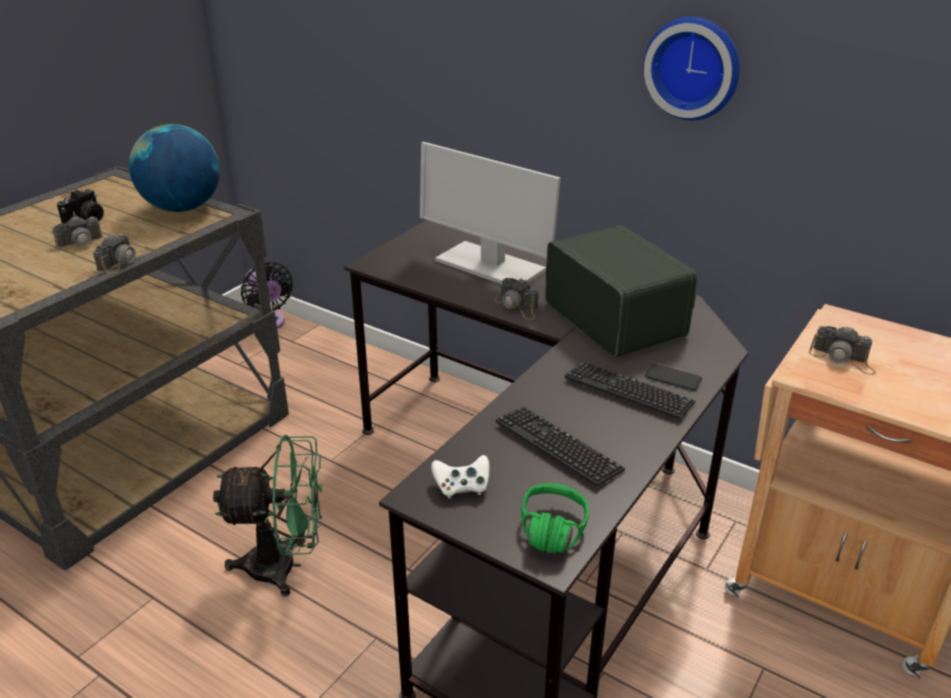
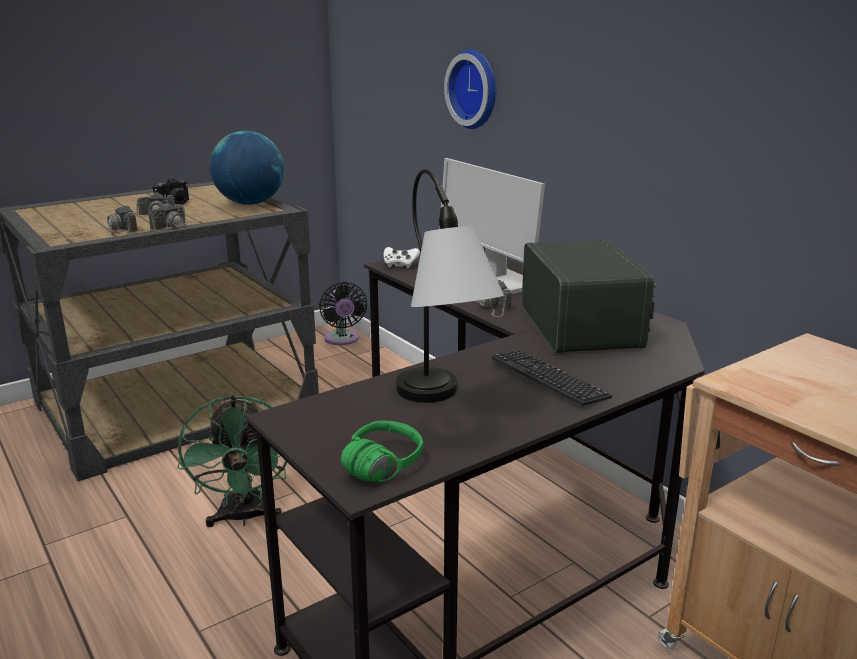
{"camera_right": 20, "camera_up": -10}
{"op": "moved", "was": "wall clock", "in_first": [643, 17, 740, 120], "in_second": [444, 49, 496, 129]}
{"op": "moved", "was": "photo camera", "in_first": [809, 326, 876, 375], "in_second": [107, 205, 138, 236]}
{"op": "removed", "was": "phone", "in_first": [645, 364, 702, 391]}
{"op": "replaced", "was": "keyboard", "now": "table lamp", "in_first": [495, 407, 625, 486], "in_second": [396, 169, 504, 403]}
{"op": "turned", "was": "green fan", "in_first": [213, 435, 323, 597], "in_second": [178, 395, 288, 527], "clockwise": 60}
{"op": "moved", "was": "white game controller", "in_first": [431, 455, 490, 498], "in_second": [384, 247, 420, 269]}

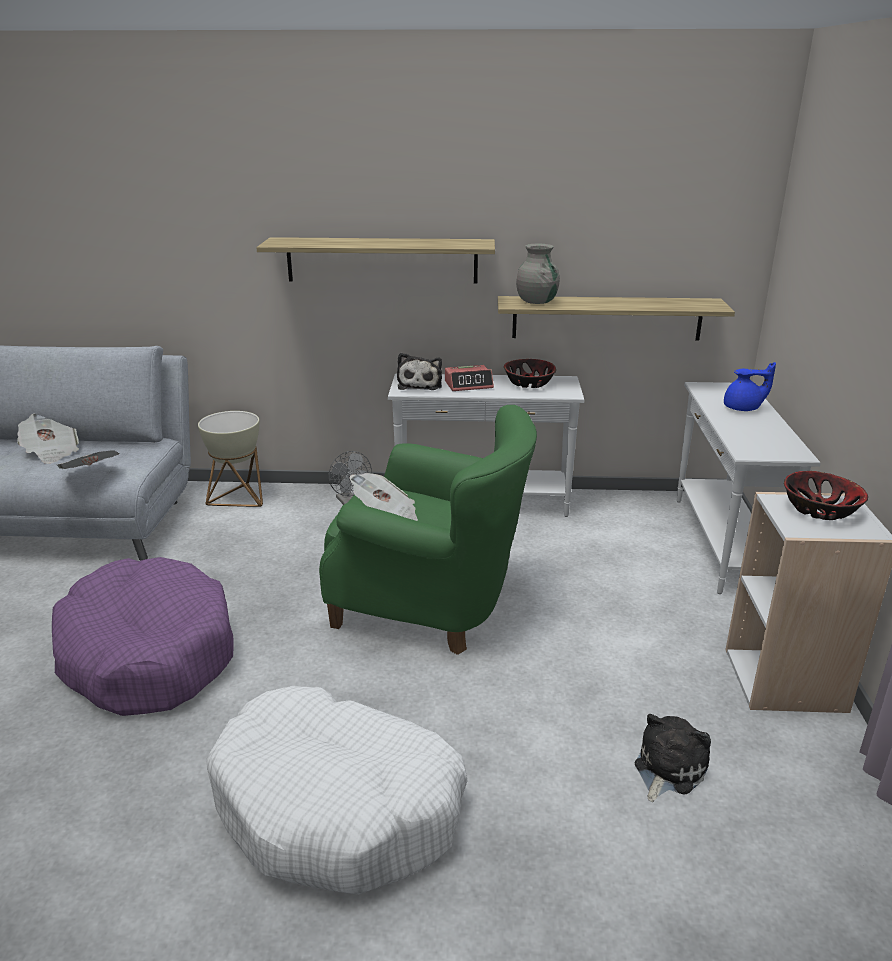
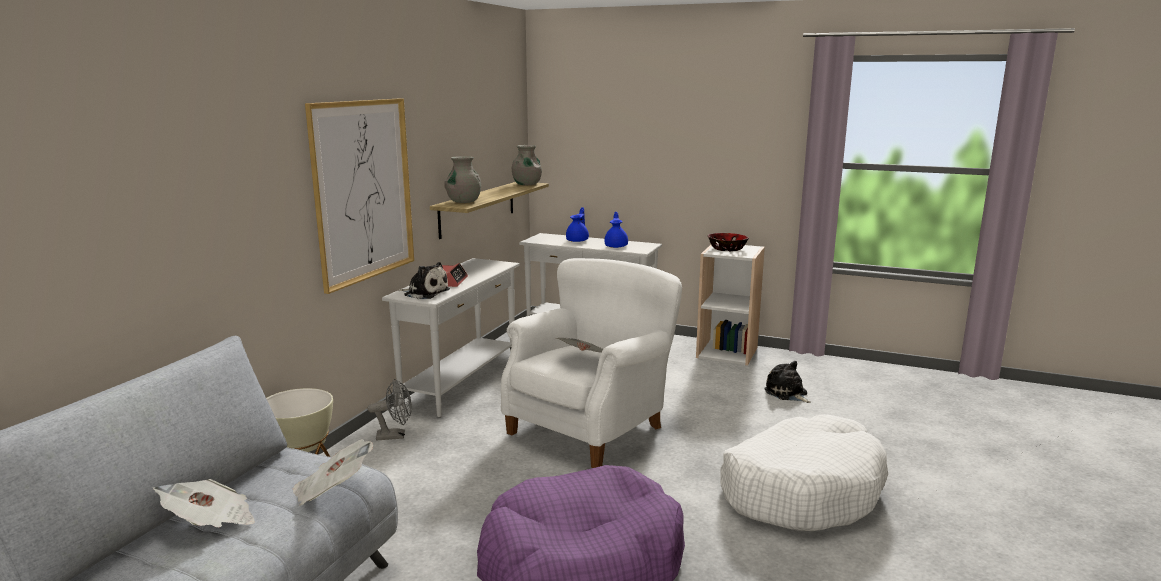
{"camera_right": -70, "camera_up": -10}
{"op": "replaced", "was": "shelf", "now": "picture", "in_first": [256, 237, 495, 283], "in_second": [305, 98, 414, 294]}
{"op": "removed", "was": "bowl", "in_first": [504, 359, 556, 388]}
{"op": "recoloured", "was": "green armchair", "now": "white armchair", "in_first": [319, 405, 537, 655], "in_second": [501, 258, 682, 468]}
{"op": "added", "now": "grey vase", "in_second": [512, 145, 542, 185]}
{"op": "added", "now": "blue teapot", "in_second": [604, 212, 628, 248]}

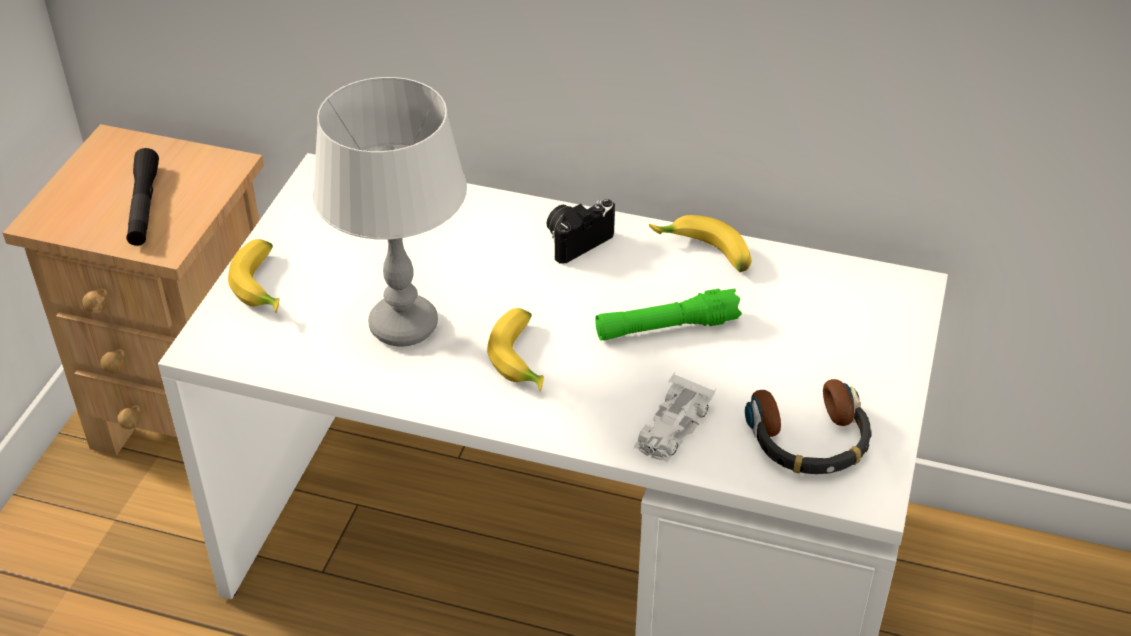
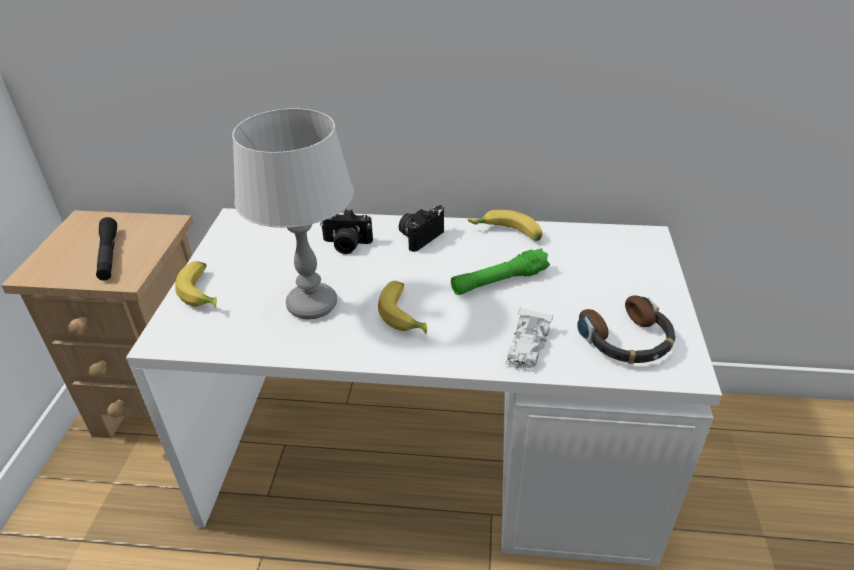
{"camera_right": -10, "camera_up": -5}
{"op": "added", "now": "photo camera", "in_second": [320, 209, 373, 254]}

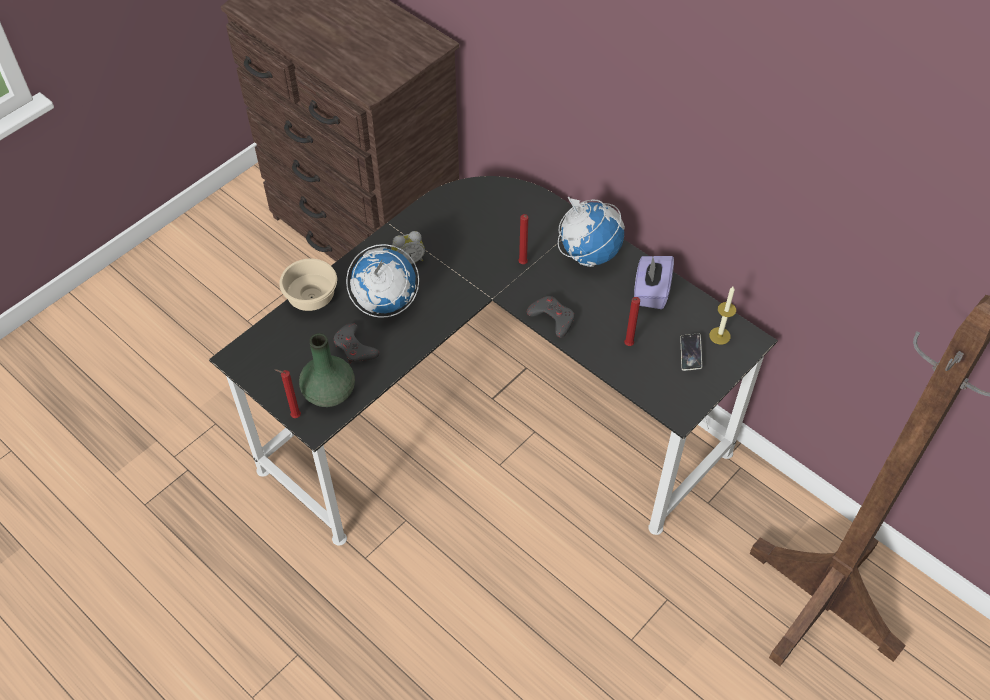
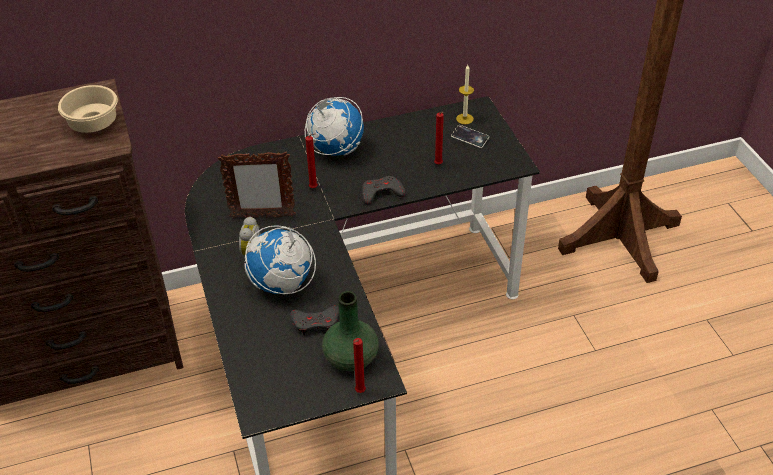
{"camera_right": -60, "camera_up": -10}
{"op": "removed", "was": "purple tissue box", "in_first": [634, 256, 674, 309]}
{"op": "moved", "was": "beige bowl", "in_first": [279, 259, 337, 311], "in_second": [58, 85, 118, 133]}
{"op": "added", "now": "picture frame", "in_second": [218, 152, 296, 219]}

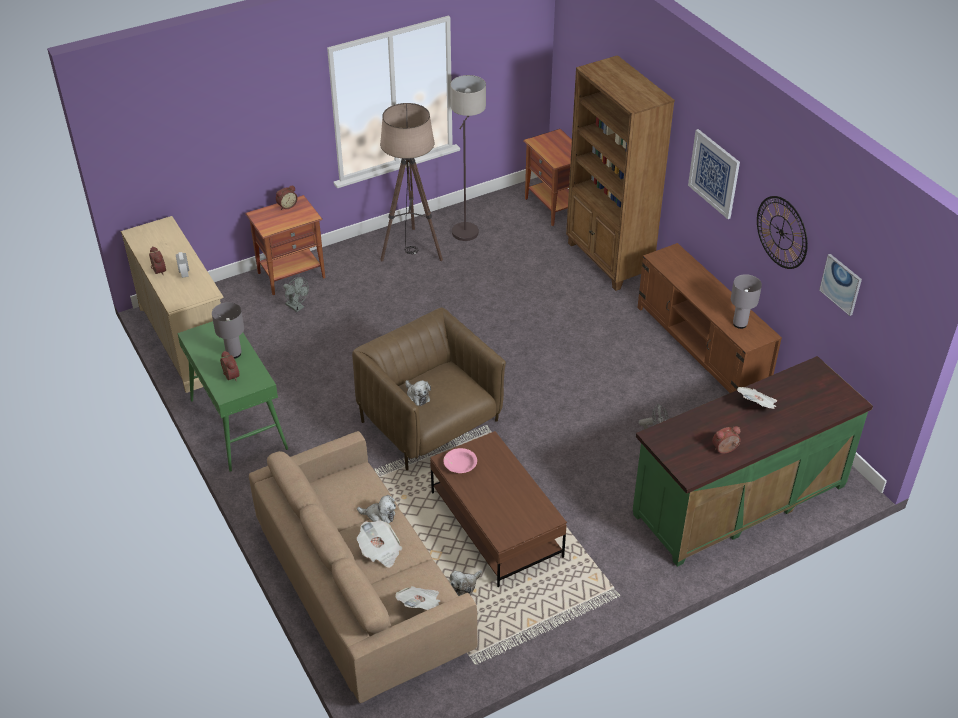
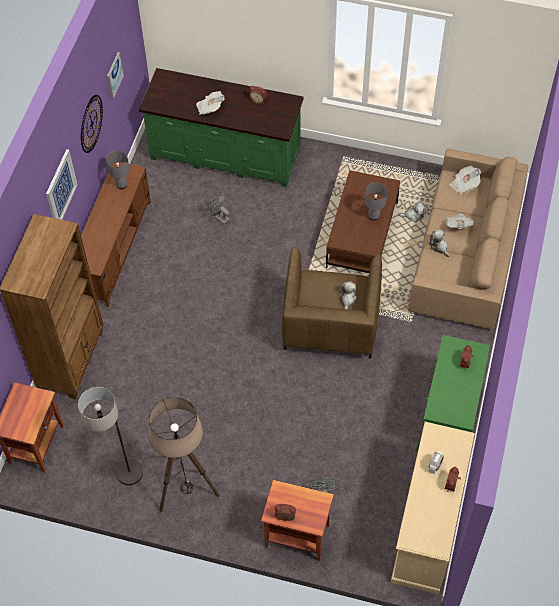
{"camera_right": -135, "camera_up": 15}
{"op": "moved", "was": "grey table lamp", "in_first": [212, 302, 244, 359], "in_second": [365, 183, 387, 220]}
{"op": "removed", "was": "pink bowl", "in_first": [444, 448, 477, 473]}

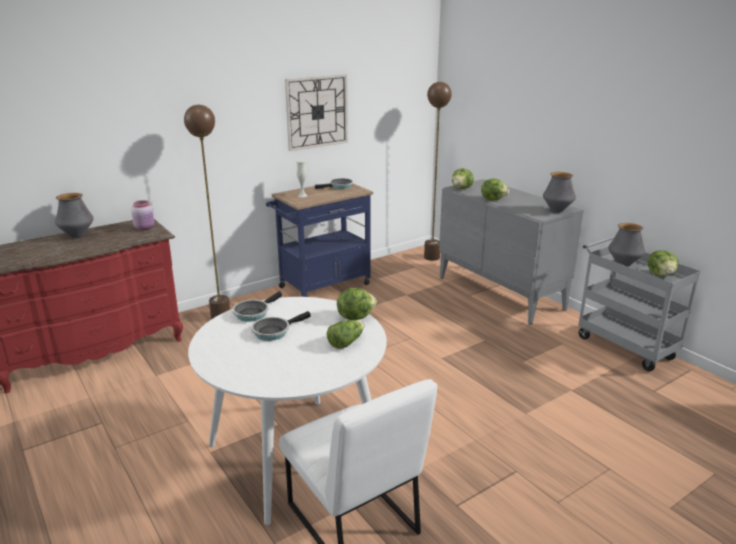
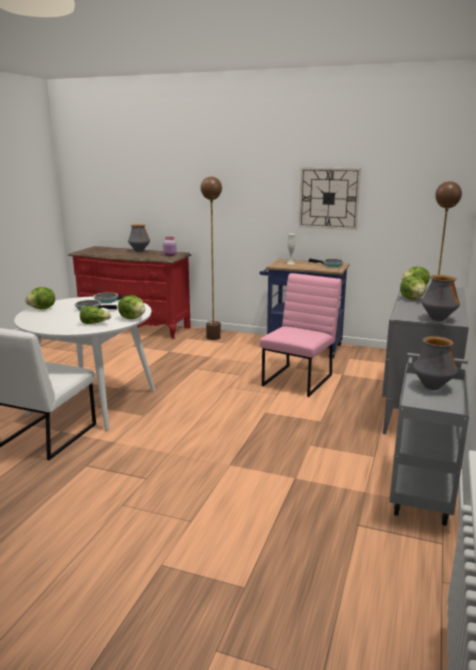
{"camera_right": 55, "camera_up": -5}
{"op": "moved", "was": "lettuce", "in_first": [648, 250, 678, 276], "in_second": [25, 287, 55, 309]}
{"op": "added", "now": "pink chair", "in_second": [260, 273, 342, 397]}

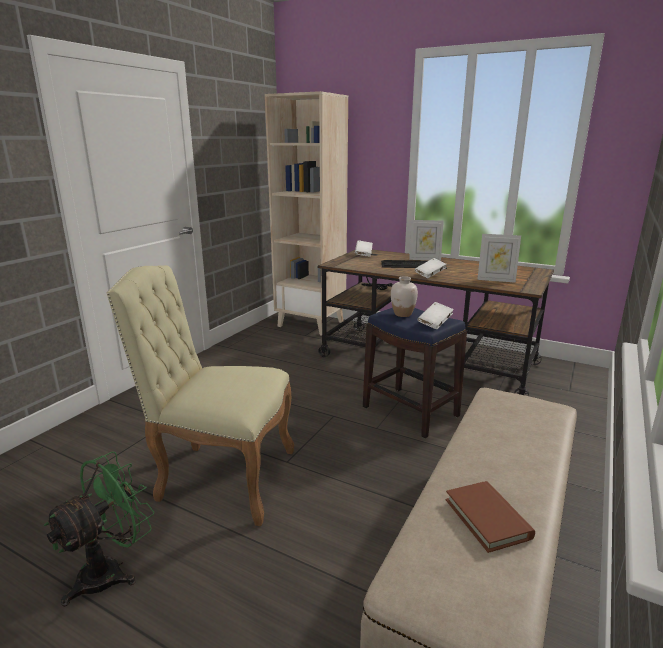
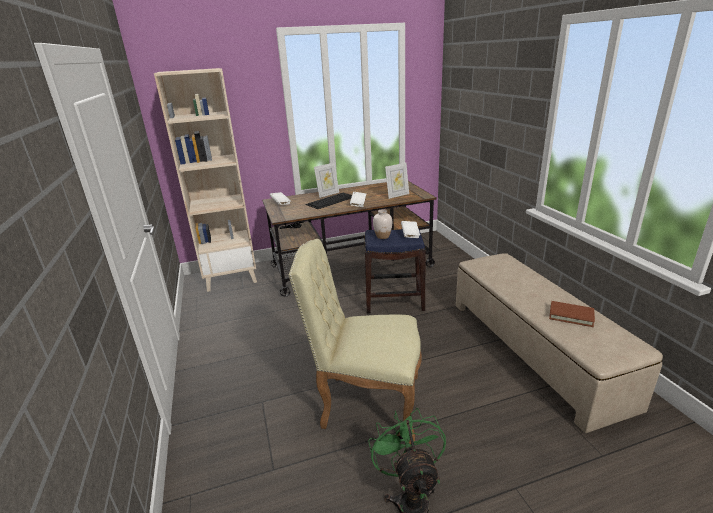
{"camera_right": -45, "camera_up": 5}
{"op": "turned", "was": "beige chair", "in_first": [107, 265, 294, 526], "in_second": [289, 239, 422, 444], "clockwise": 45}

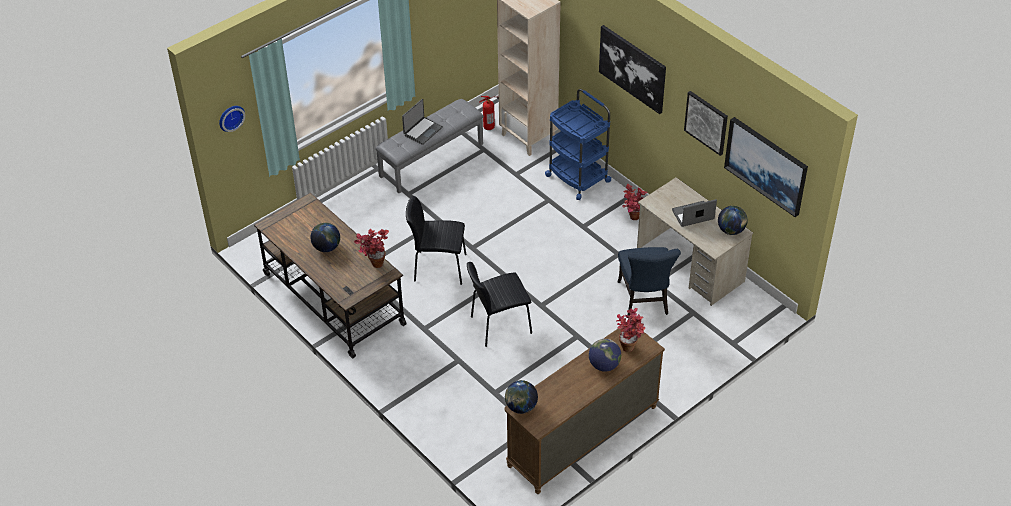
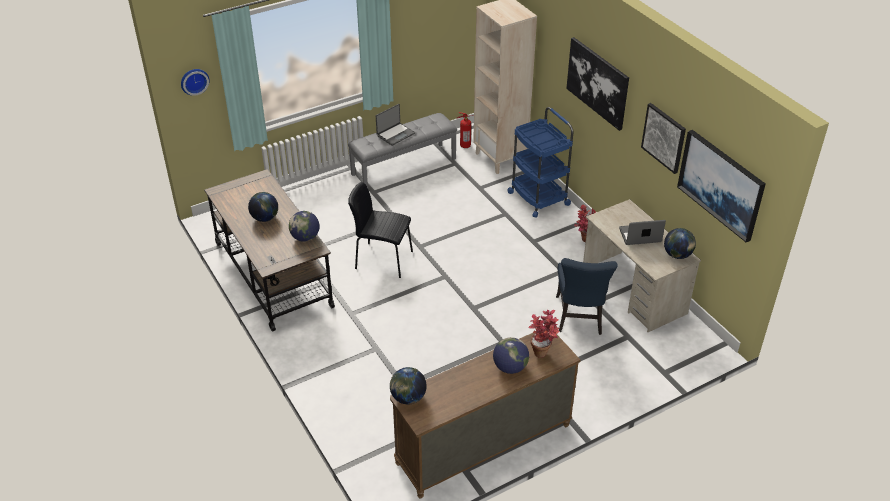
{"camera_right": 10, "camera_up": -5}
{"op": "replaced", "was": "potted plant", "now": "globe", "in_first": [354, 229, 389, 268], "in_second": [289, 211, 320, 242]}
{"op": "removed", "was": "black chair", "in_first": [467, 262, 532, 347]}

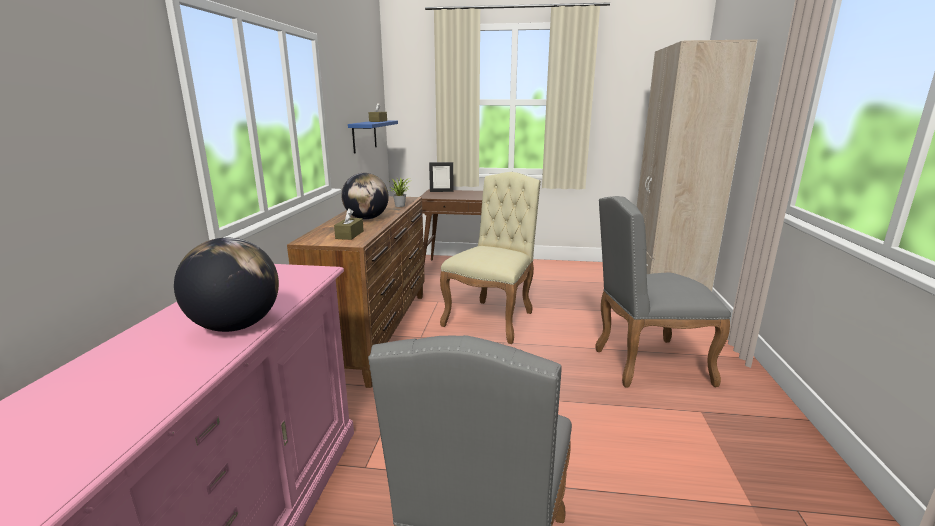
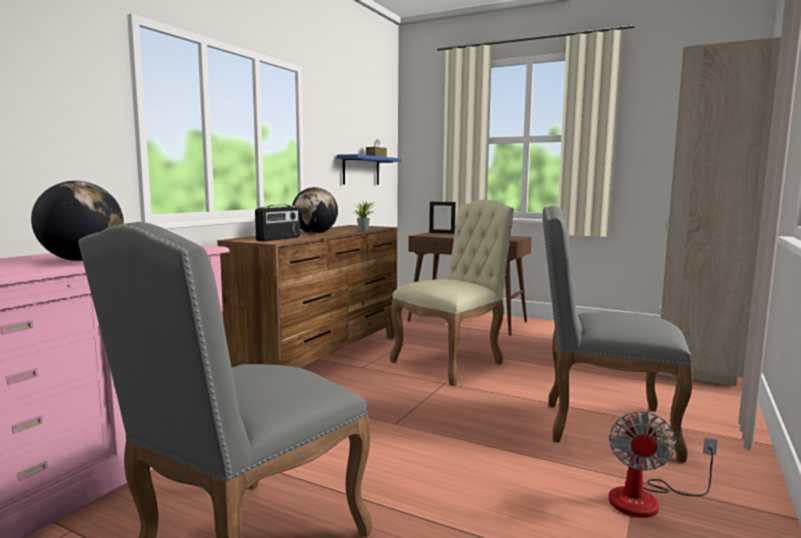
{"camera_right": 20, "camera_up": -10}
{"op": "replaced", "was": "brown tissue box", "now": "radio", "in_first": [334, 208, 364, 240], "in_second": [255, 205, 300, 241]}
{"op": "added", "now": "fan", "in_second": [609, 411, 718, 518]}

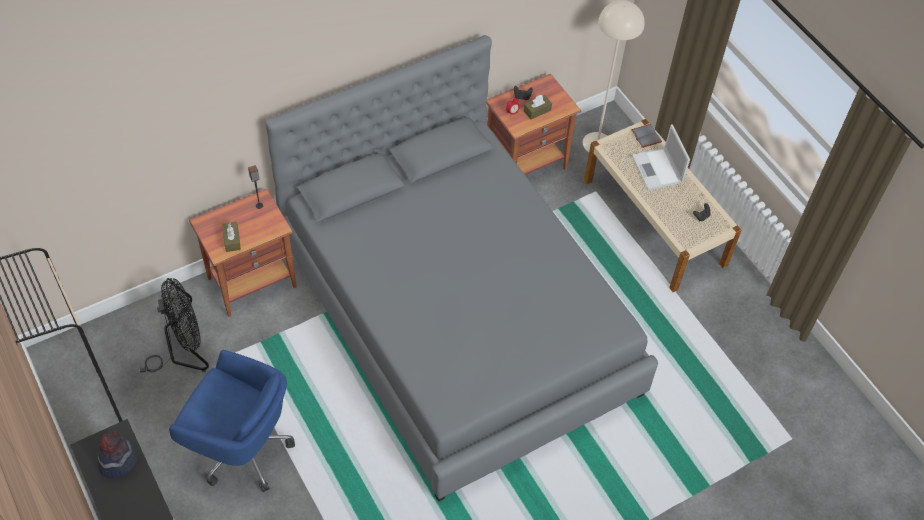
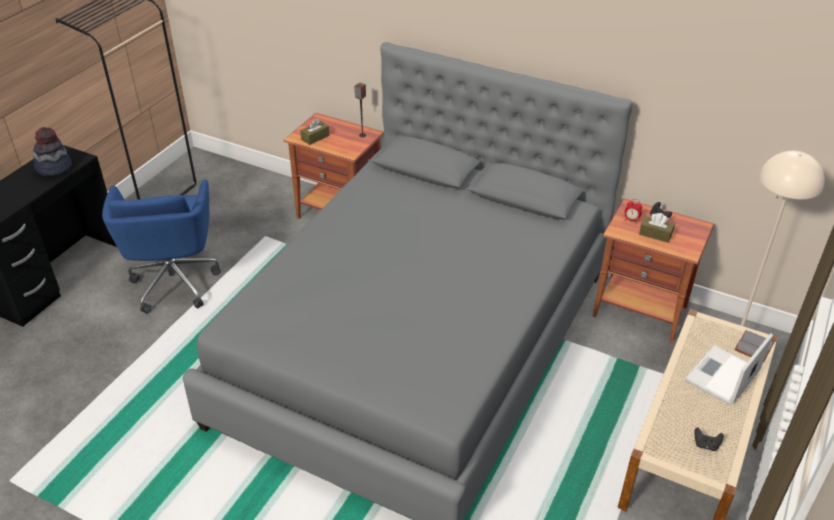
{"camera_right": 60, "camera_up": -15}
{"op": "removed", "was": "black fan", "in_first": [138, 278, 209, 372]}

